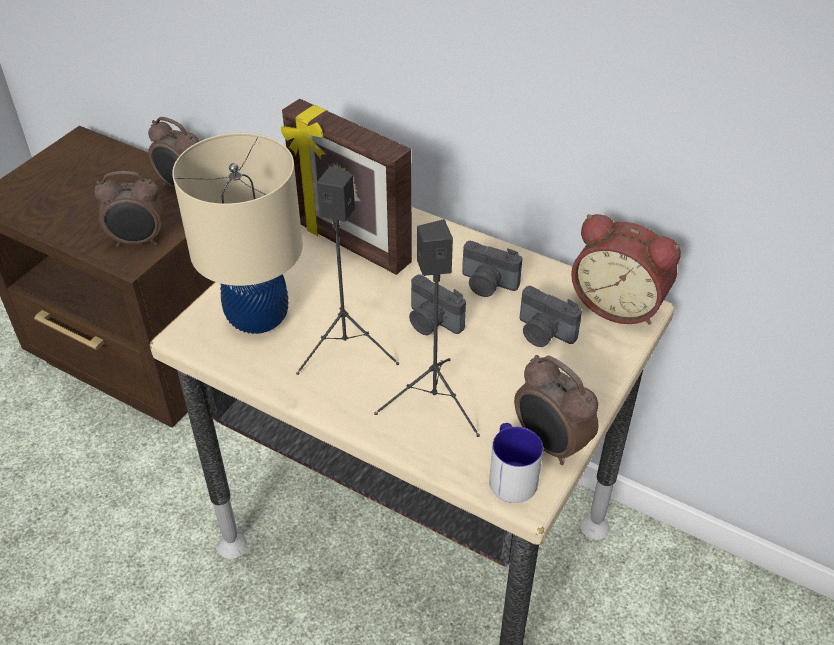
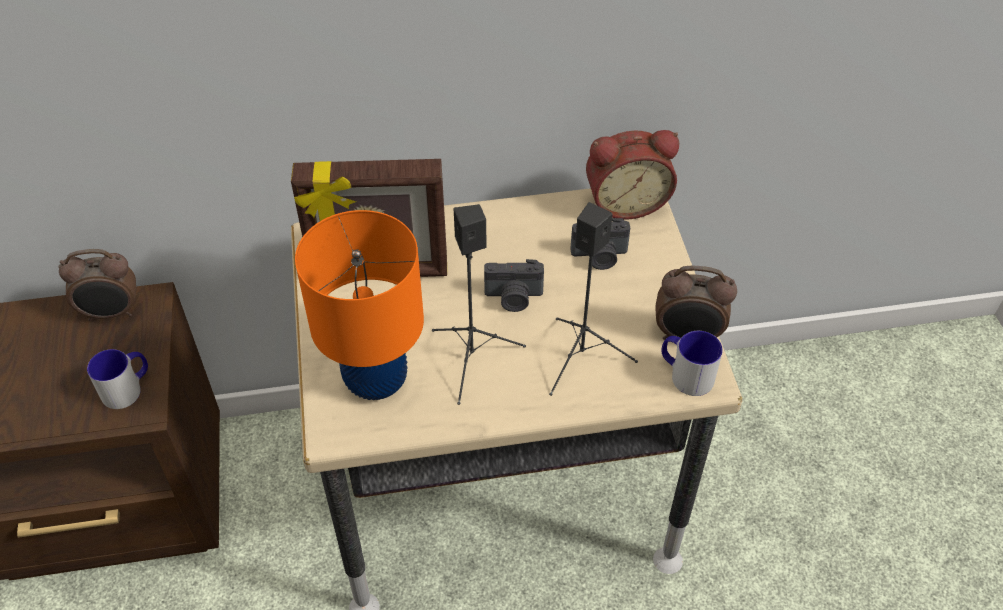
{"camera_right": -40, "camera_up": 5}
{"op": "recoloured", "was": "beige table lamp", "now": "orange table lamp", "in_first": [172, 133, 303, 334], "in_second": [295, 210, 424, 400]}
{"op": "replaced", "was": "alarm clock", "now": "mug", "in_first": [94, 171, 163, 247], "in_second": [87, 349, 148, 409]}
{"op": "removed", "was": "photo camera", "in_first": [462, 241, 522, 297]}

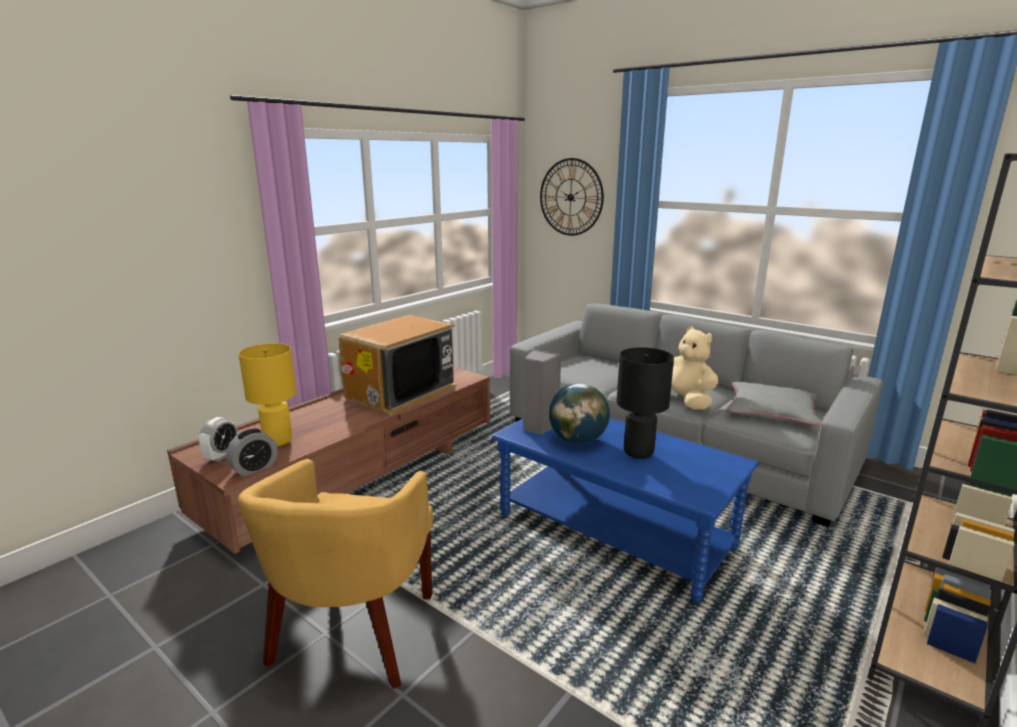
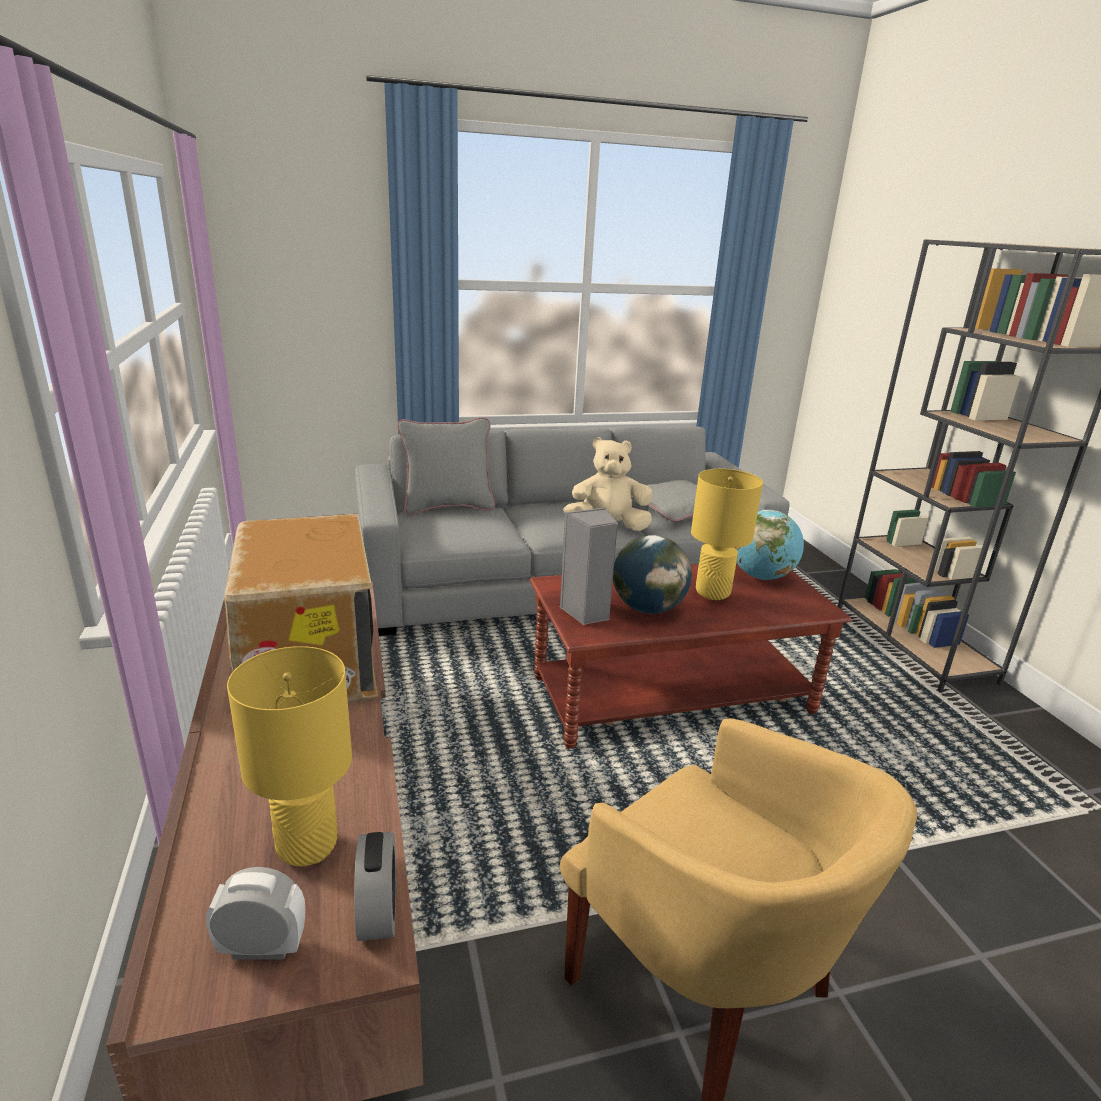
{"camera_right": -55, "camera_up": 5}
{"op": "removed", "was": "wall clock", "in_first": [540, 158, 604, 236]}
{"op": "recoloured", "was": "black table lamp", "now": "yellow table lamp", "in_first": [617, 347, 674, 459], "in_second": [691, 469, 763, 600]}
{"op": "turned", "was": "alarm clock", "in_first": [199, 417, 238, 462], "in_second": [206, 867, 305, 960], "clockwise": -60}
{"op": "recoloured", "was": "blue coffee table", "now": "brown coffee table", "in_first": [492, 418, 759, 603], "in_second": [530, 563, 852, 749]}
{"op": "added", "now": "grey pillow", "in_second": [398, 418, 495, 515]}
{"op": "added", "now": "globe", "in_second": [735, 510, 804, 580]}

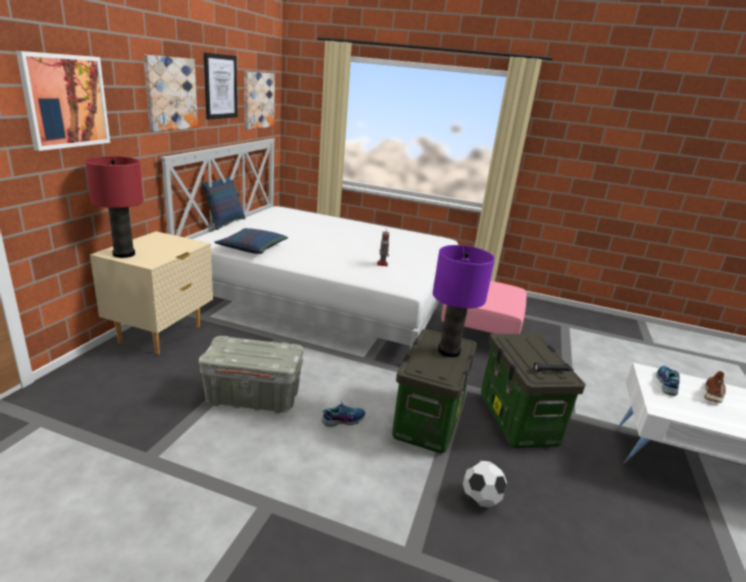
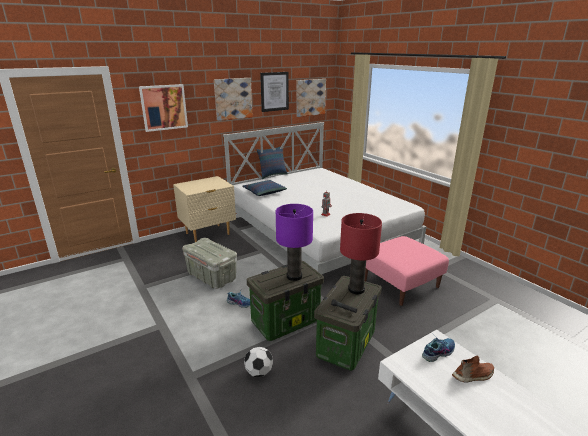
{"camera_right": 40, "camera_up": 0}
{"op": "moved", "was": "red table lamp", "in_first": [85, 156, 144, 258], "in_second": [340, 213, 382, 294]}

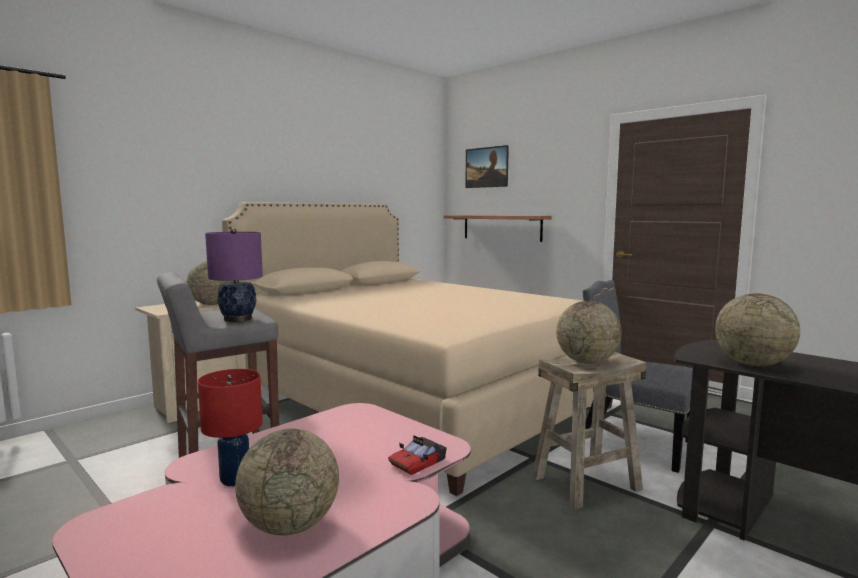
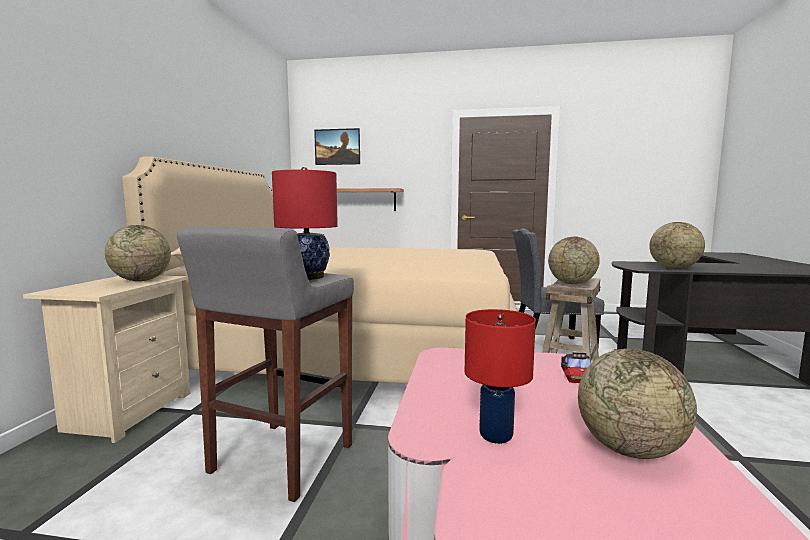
{"camera_right": -35, "camera_up": 0}
{"op": "recoloured", "was": "purple table lamp", "now": "red table lamp", "in_first": [205, 228, 263, 322], "in_second": [272, 167, 338, 280]}

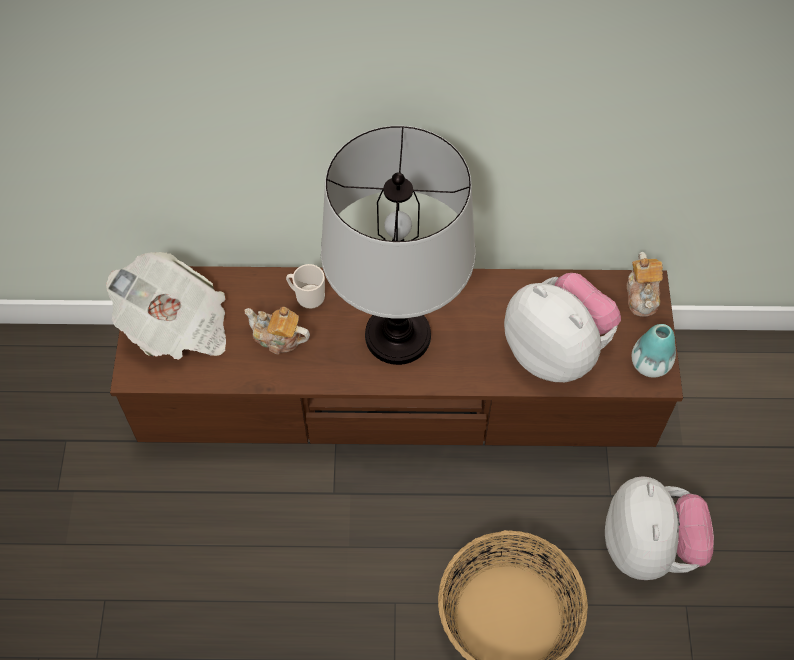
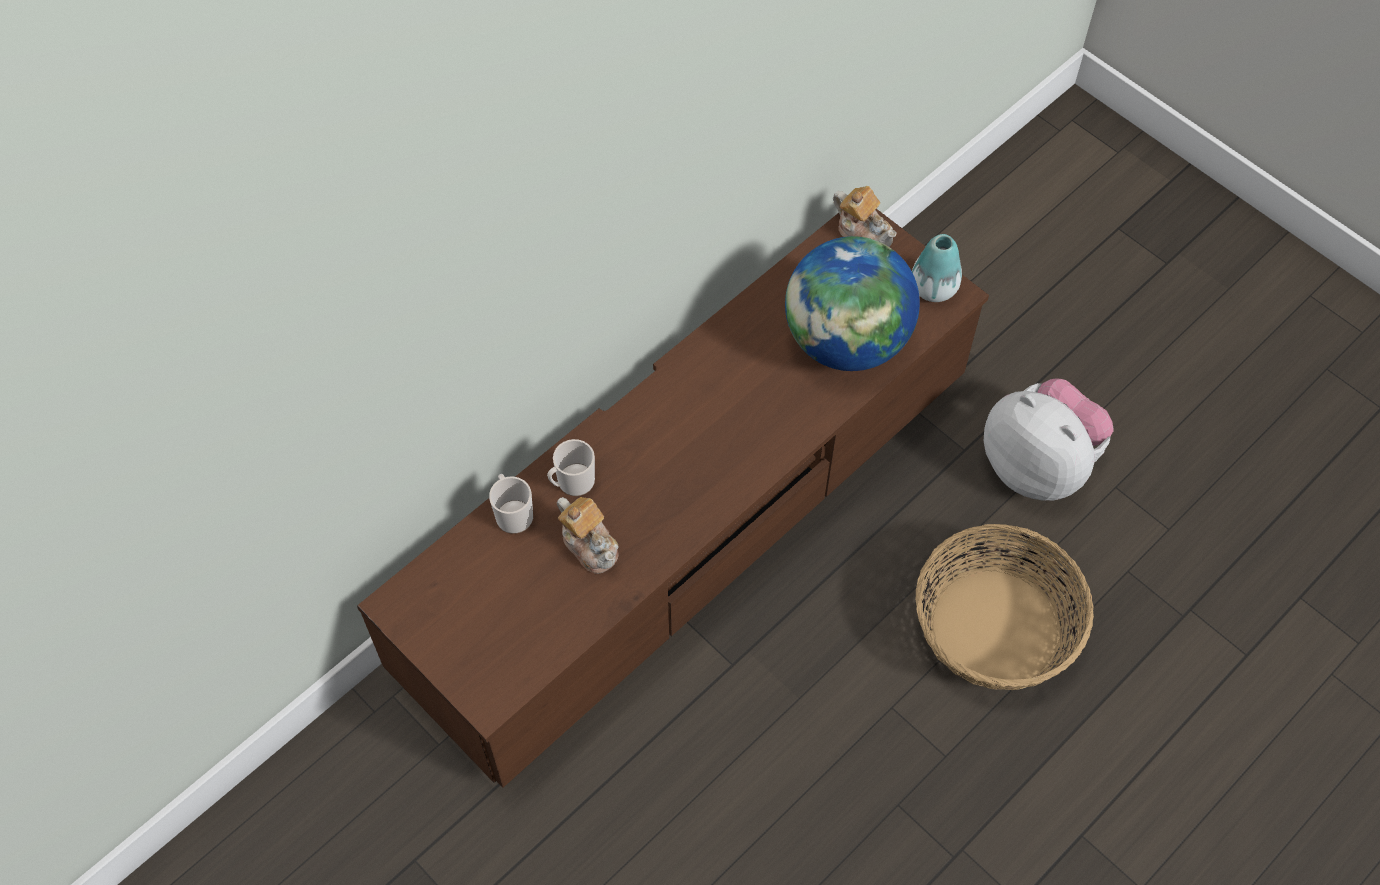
{"camera_right": -45, "camera_up": 0}
{"op": "removed", "was": "table lamp", "in_first": [321, 126, 476, 365]}
{"op": "removed", "was": "newspaper", "in_first": [106, 252, 226, 360]}
{"op": "replaced", "was": "plush toy", "now": "globe", "in_first": [504, 273, 621, 382], "in_second": [785, 236, 920, 371]}
{"op": "turned", "was": "teapot", "in_first": [245, 307, 310, 355], "in_second": [557, 497, 619, 574], "clockwise": -105}
{"op": "added", "now": "mug", "in_second": [489, 474, 533, 534]}

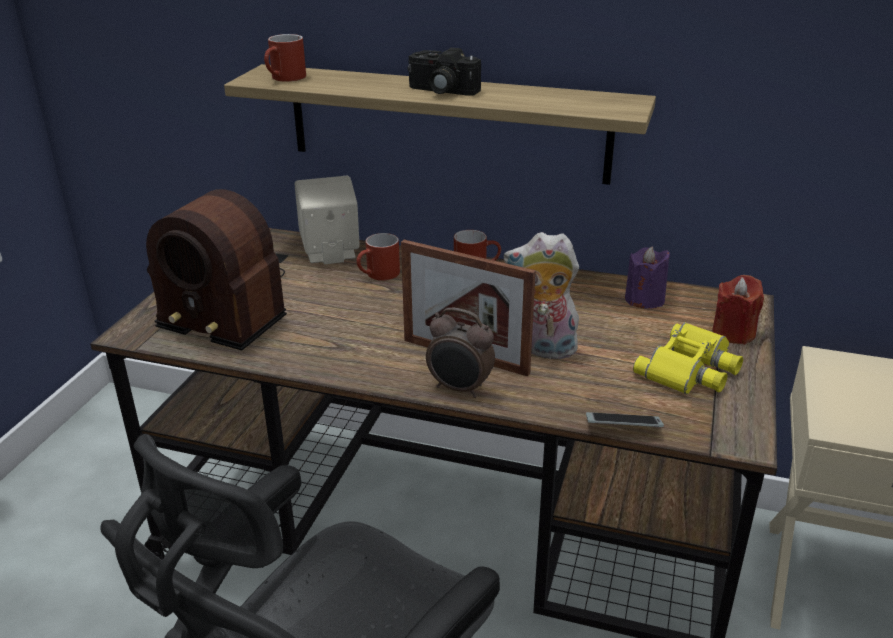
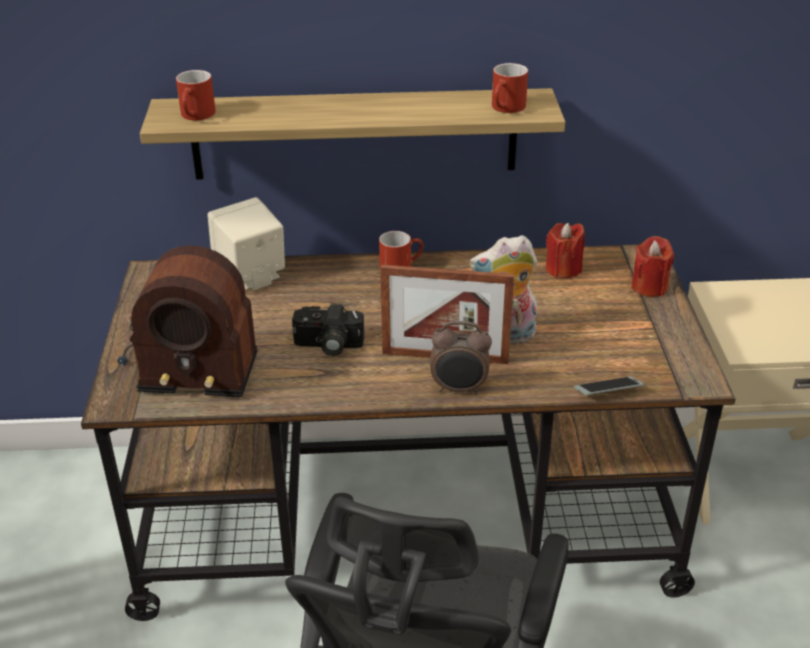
{"camera_right": -20, "camera_up": 5}
{"op": "moved", "was": "photo camera", "in_first": [408, 48, 481, 96], "in_second": [292, 304, 364, 356]}
{"op": "moved", "was": "red mug", "in_first": [357, 233, 400, 281], "in_second": [492, 63, 528, 113]}
{"op": "recoloured", "was": "purple candle", "now": "red candle", "in_first": [625, 246, 670, 309], "in_second": [546, 223, 585, 278]}
{"op": "removed", "was": "yellow binoculars", "in_first": [633, 322, 743, 395]}

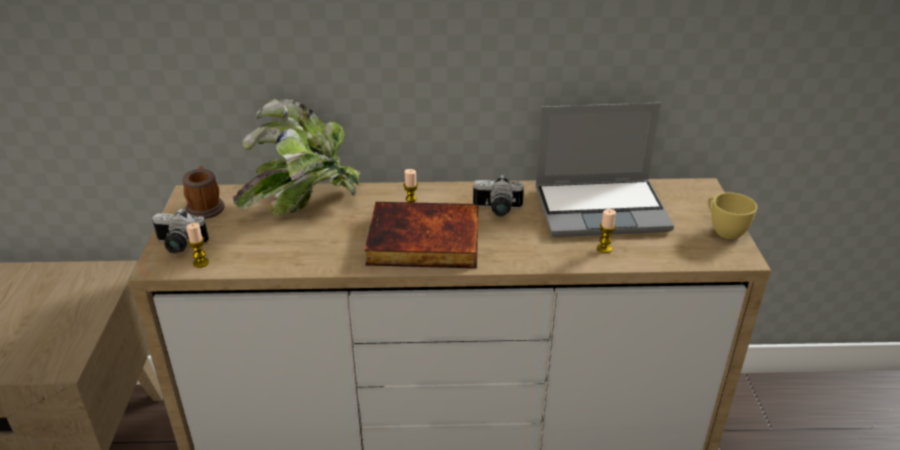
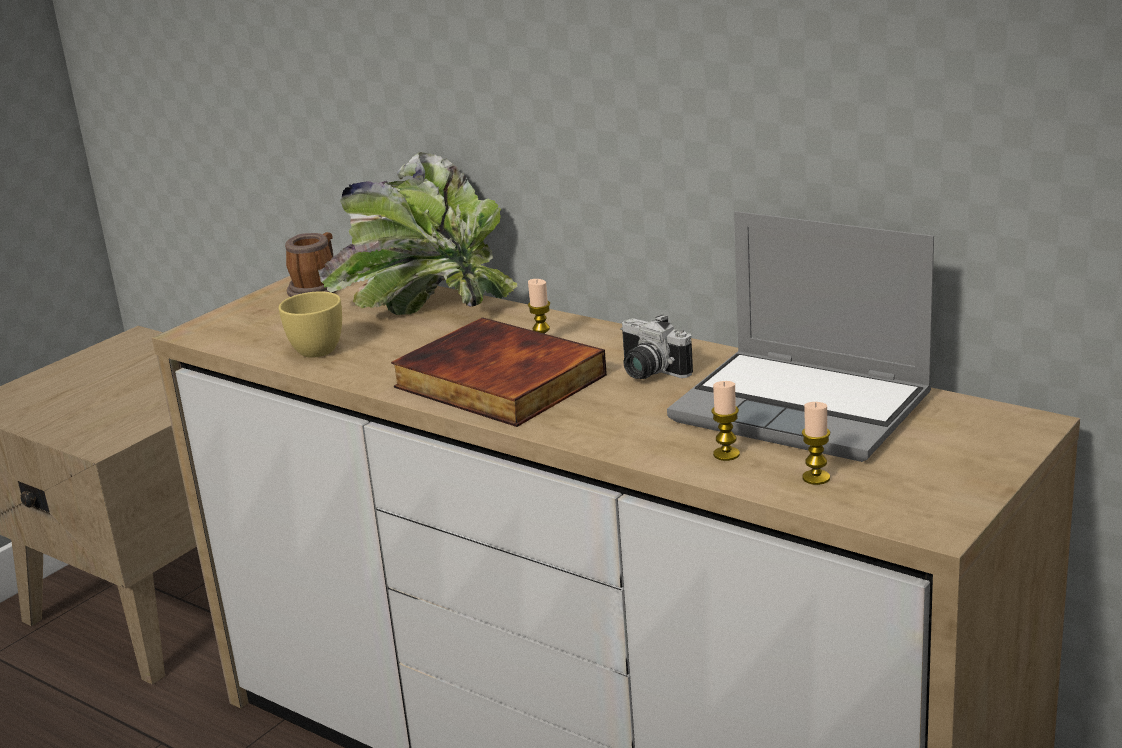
{"camera_right": 40, "camera_up": -10}
{"op": "moved", "was": "yellow cup", "in_first": [708, 192, 757, 239], "in_second": [279, 291, 342, 358]}
{"op": "removed", "was": "photo camera", "in_first": [152, 208, 209, 254]}
{"op": "moved", "was": "candle", "in_first": [186, 223, 209, 268], "in_second": [802, 402, 830, 485]}

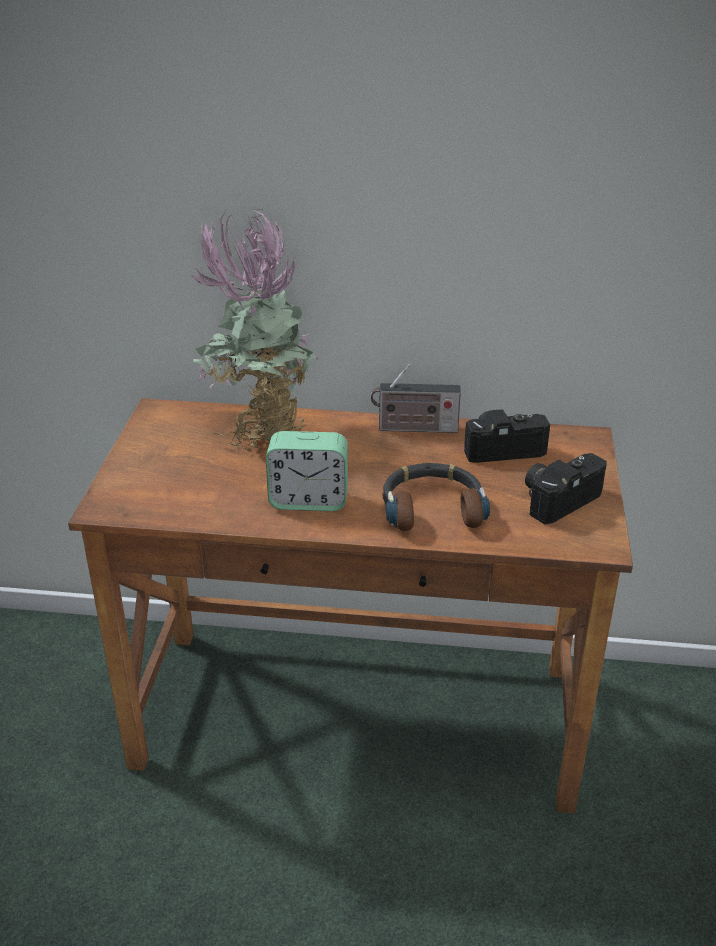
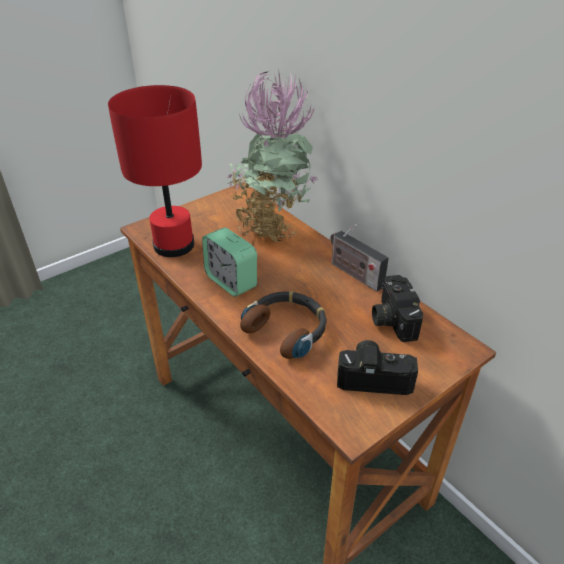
{"camera_right": 45, "camera_up": 5}
{"op": "turned", "was": "photo camera", "in_first": [464, 409, 550, 463], "in_second": [372, 275, 423, 342], "clockwise": -135}
{"op": "added", "now": "red table lamp", "in_second": [108, 85, 202, 257]}

